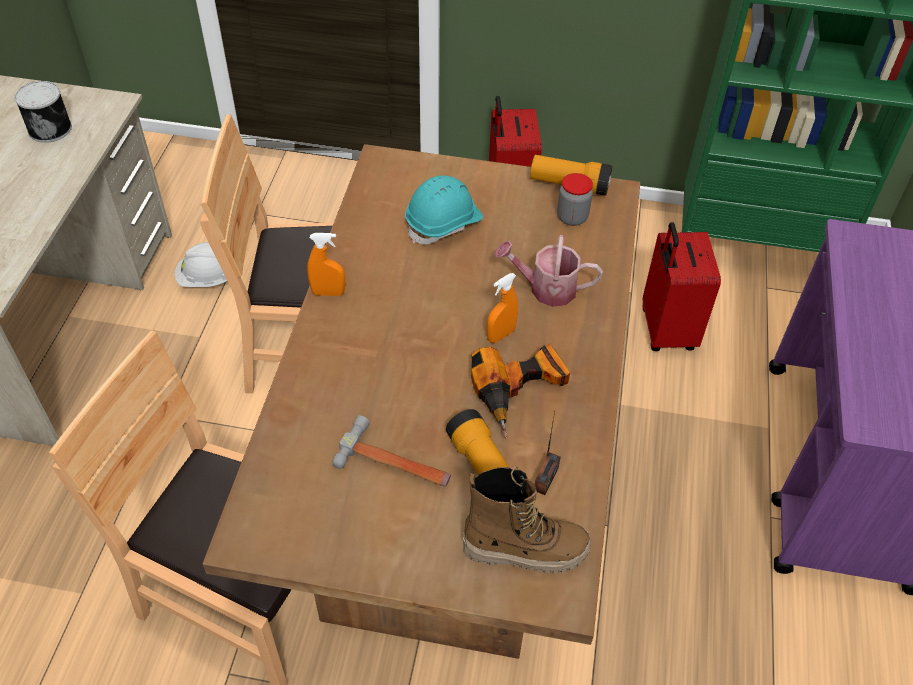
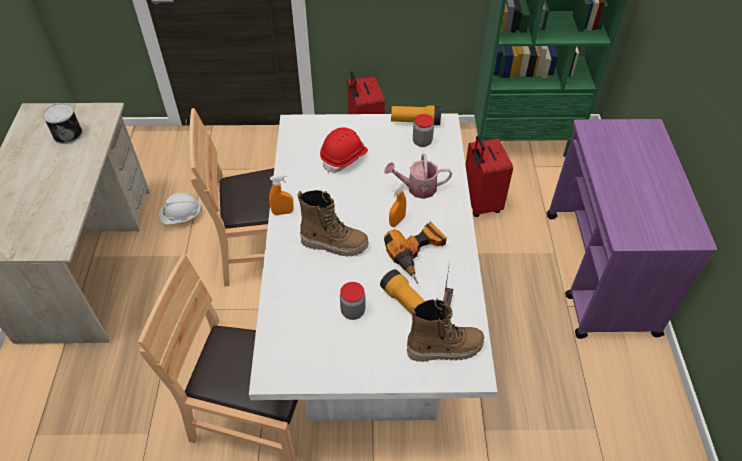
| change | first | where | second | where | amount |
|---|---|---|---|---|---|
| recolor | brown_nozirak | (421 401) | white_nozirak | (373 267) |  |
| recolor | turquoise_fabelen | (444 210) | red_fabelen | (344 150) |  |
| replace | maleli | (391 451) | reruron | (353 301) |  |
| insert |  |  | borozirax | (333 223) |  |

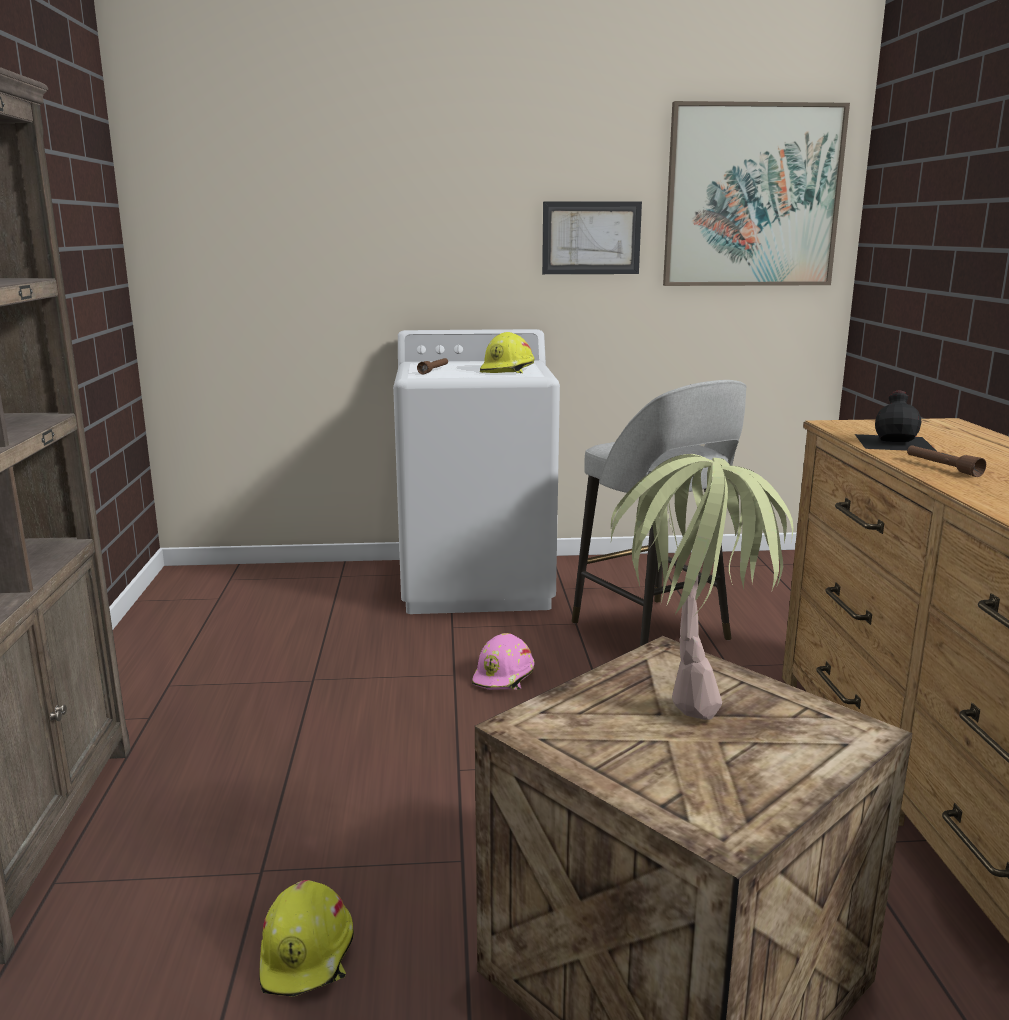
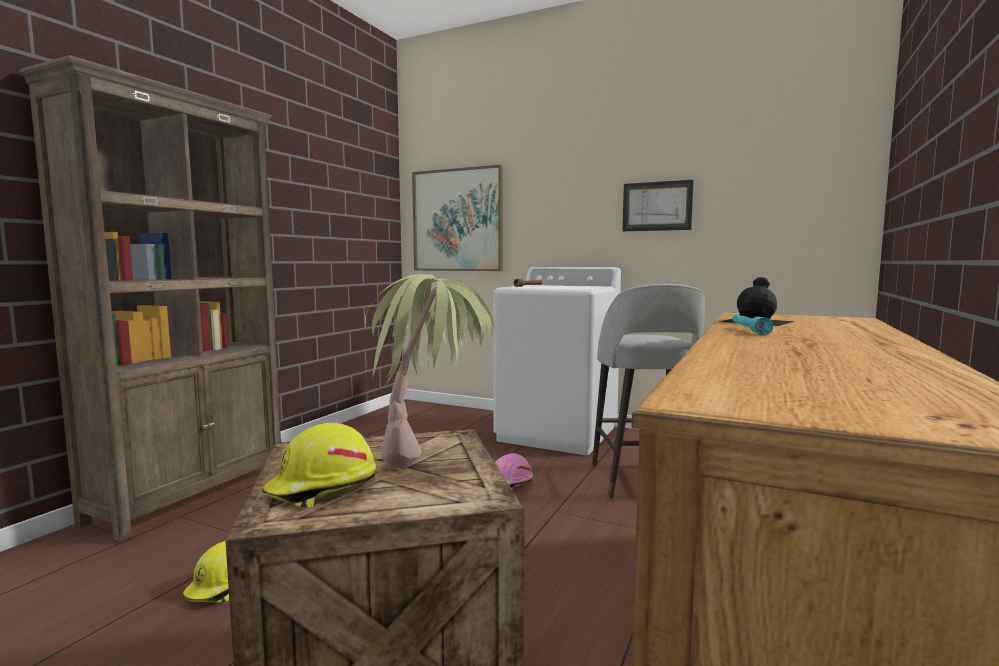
| change | first | where | second | where | amount |
|---|---|---|---|---|---|
| move | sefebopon | (756 193) |  | (457 218) |  |
| move | yellow_fabelen | (507 352) |  | (319 465) |  |
| recolor | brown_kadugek | (946 461) | turquoise_kadugek | (752 325) |  |

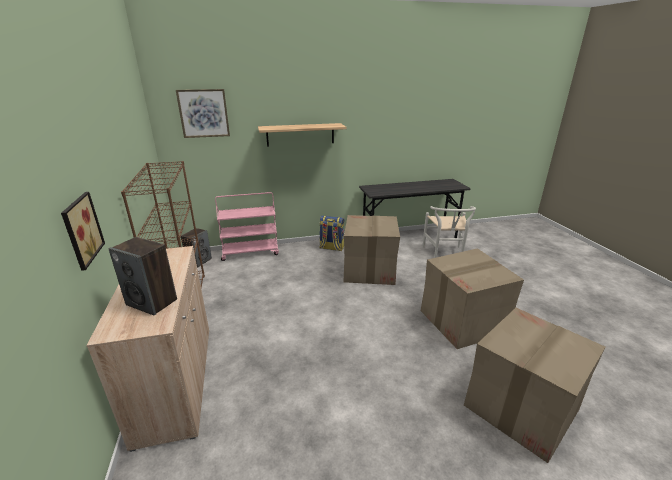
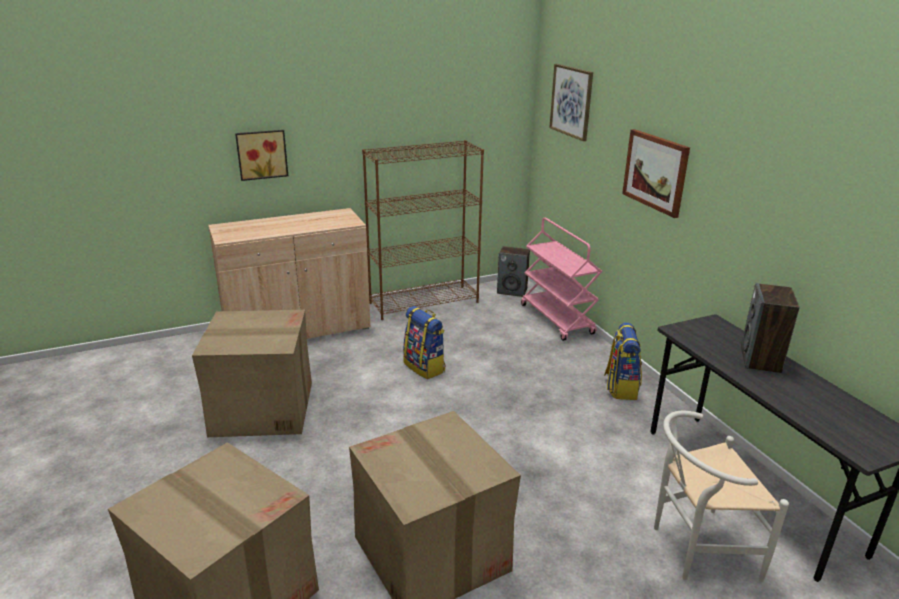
| change | first | where | second | where | amount |
|---|---|---|---|---|---|
| replace | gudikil | (302 135) | sefebopon | (656 173) |  |
| move | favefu | (372 250) |  | (252 373) |  |
| move | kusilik | (142 276) |  | (770 328) |  |
| insert |  |  | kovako | (424 342) |  |

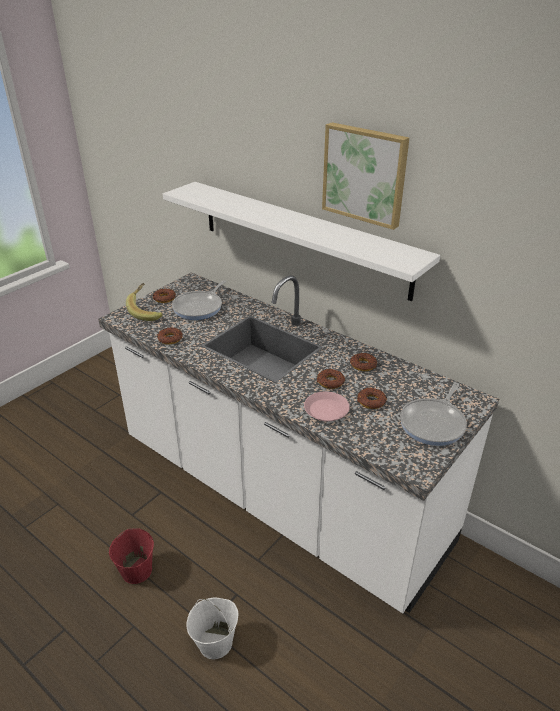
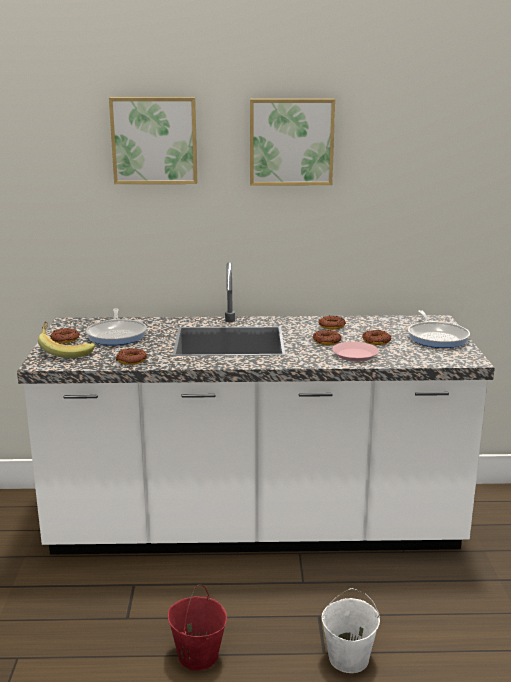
| change | first | where | second | where | amount |
|---|---|---|---|---|---|
| delete | white_gudikil | (301 241) |  |  |  |
| insert |  |  | sefebopon | (153 140) |  |

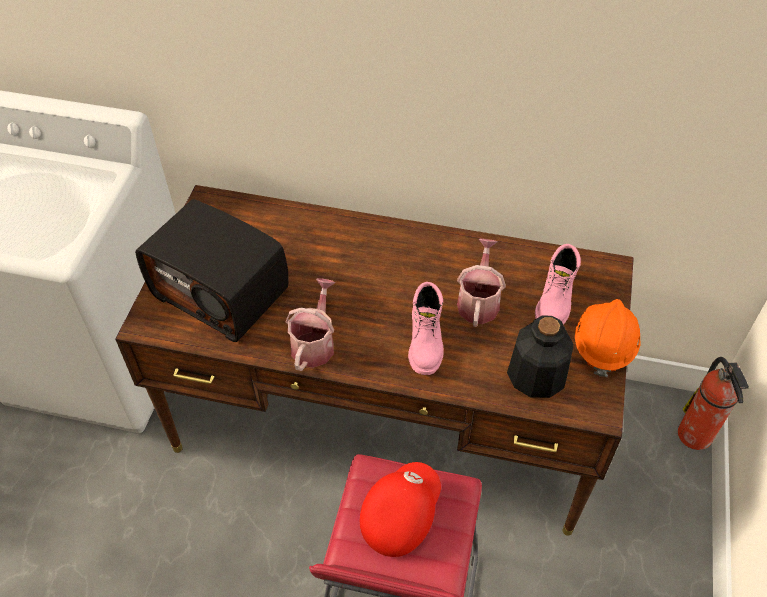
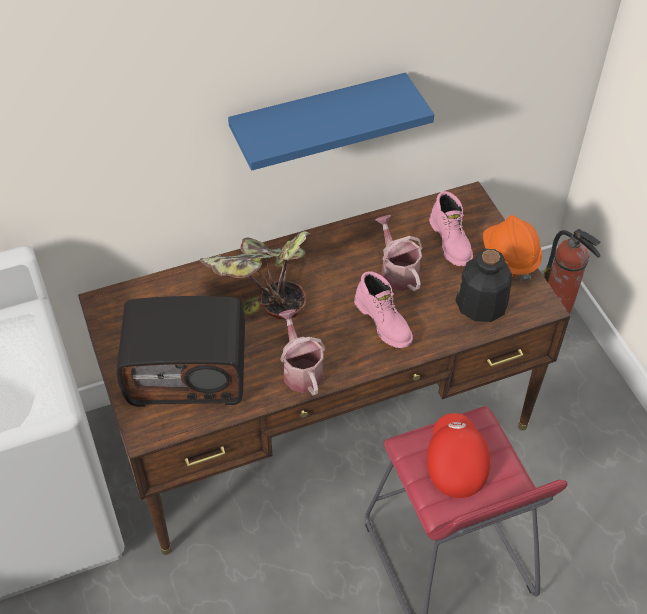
| change | first | where | second | where | amount |
|---|---|---|---|---|---|
| insert |  |  | blue_gudikil | (331 122) |  |
| insert |  |  | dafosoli | (255 275) |  |

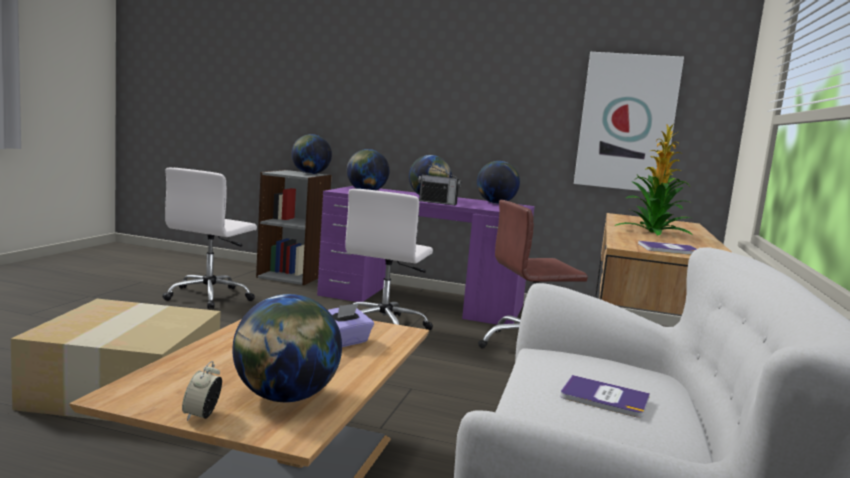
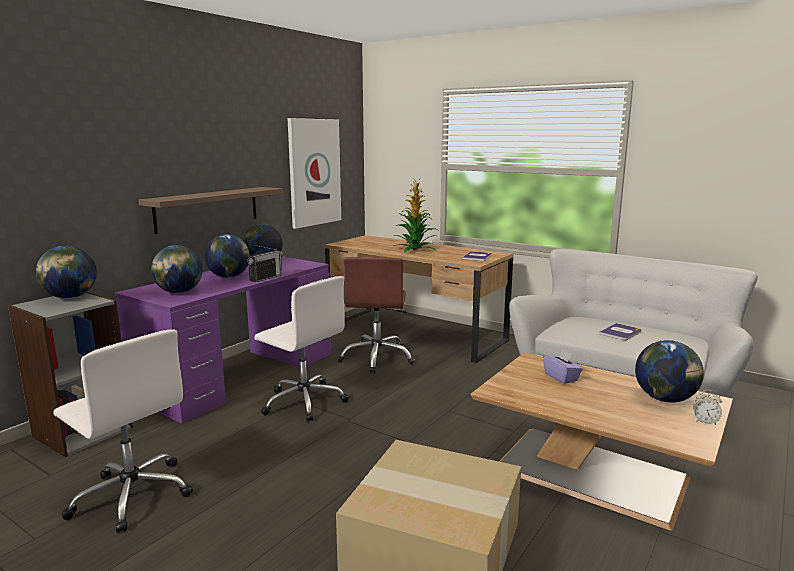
| change | first | where | second | where | amount |
|---|---|---|---|---|---|
| insert |  |  | gudikil | (210 210) |  |

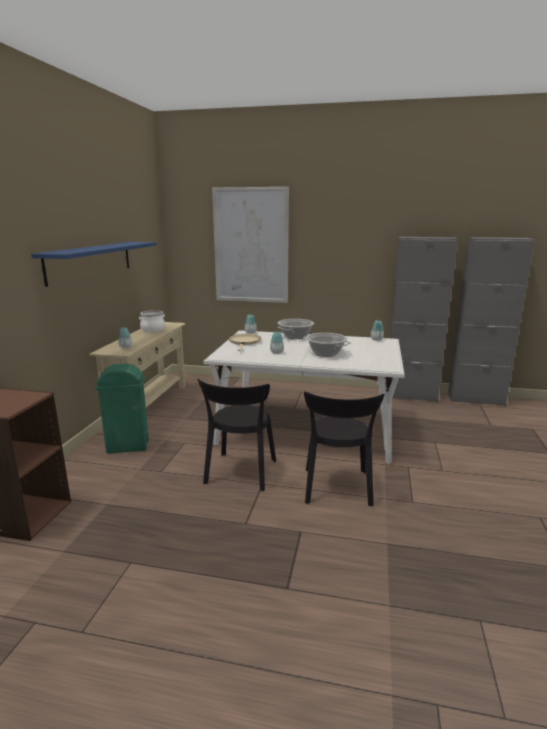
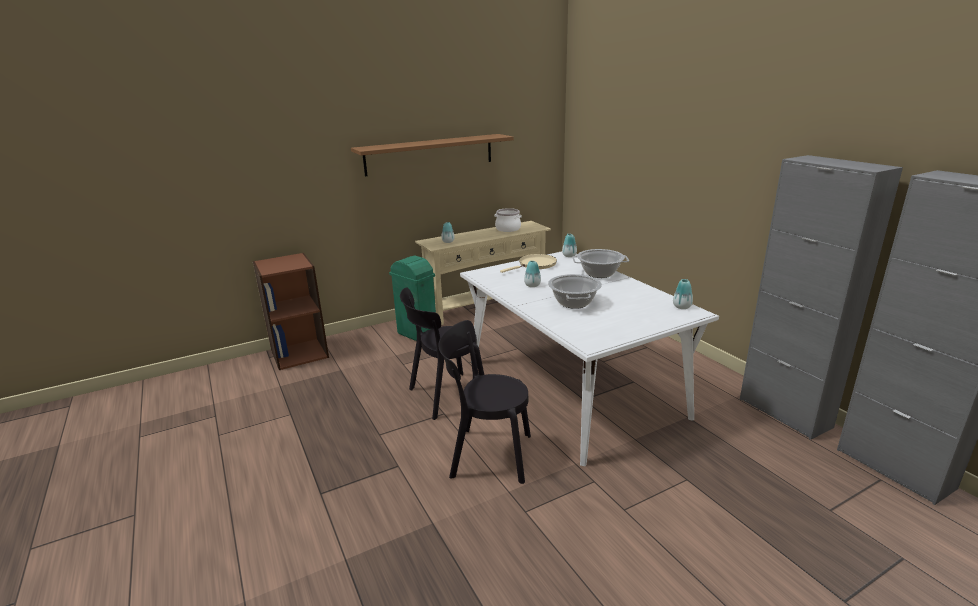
| change | first | where | second | where | amount |
|---|---|---|---|---|---|
| delete | sefebopon | (250 245) |  |  |  |
| recolor | blue_gudikil | (94 264) | brown_gudikil | (432 155) |  |
| rotate | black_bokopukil | (344 448) |  | (484 402) | 45 degrees clockwise |

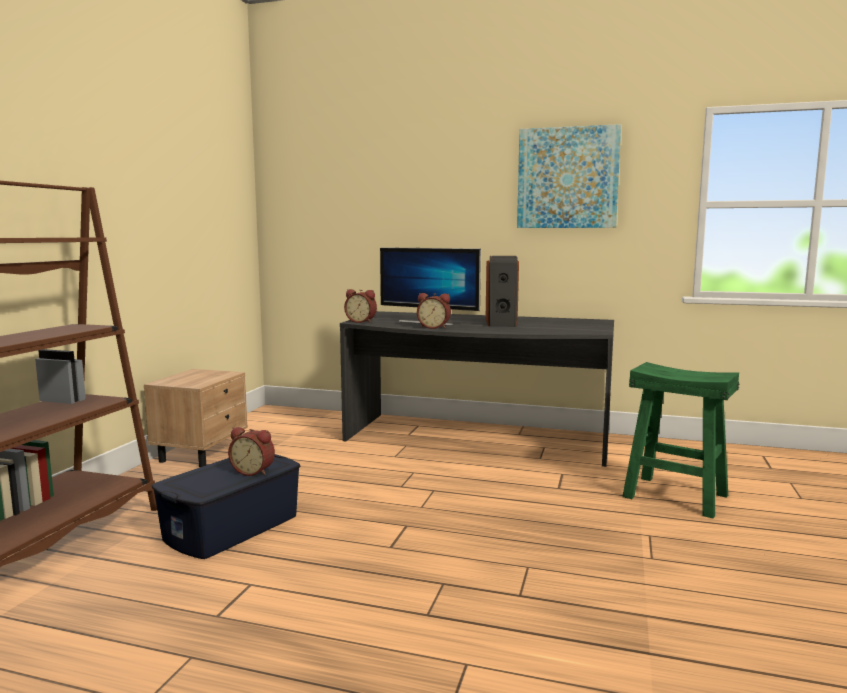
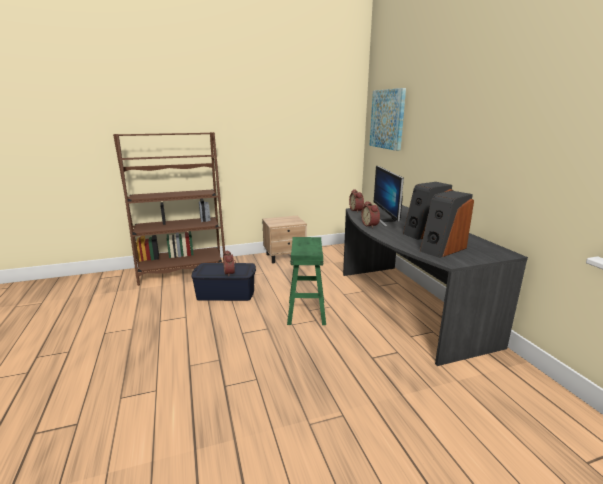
| change | first | where | second | where | amount |
|---|---|---|---|---|---|
| move | sefebopon | (569 176) |  | (388 119) |  |
| move | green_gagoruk | (680 440) |  | (306 281) |  |
| insert |  |  | kusilik | (447 224) |  |

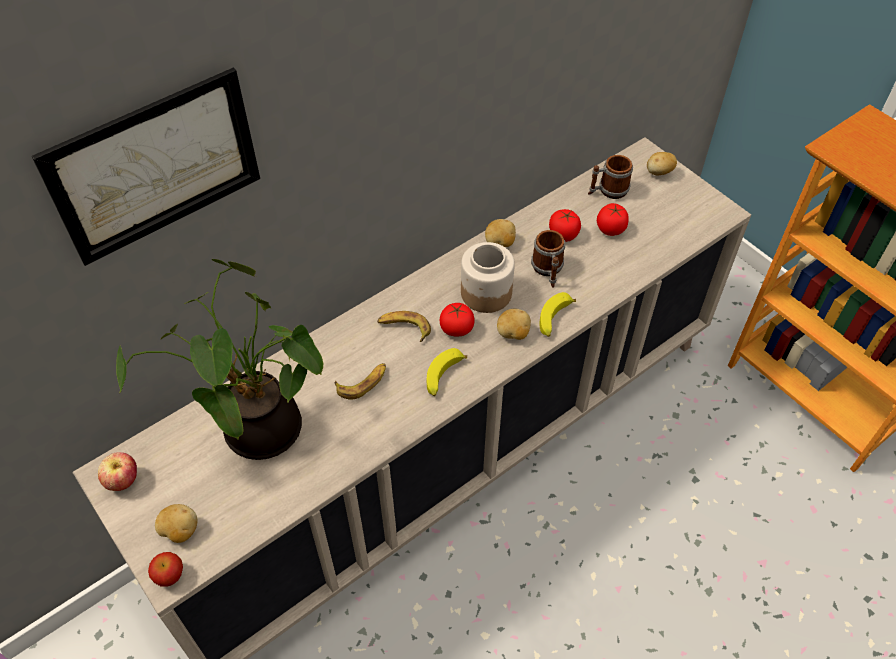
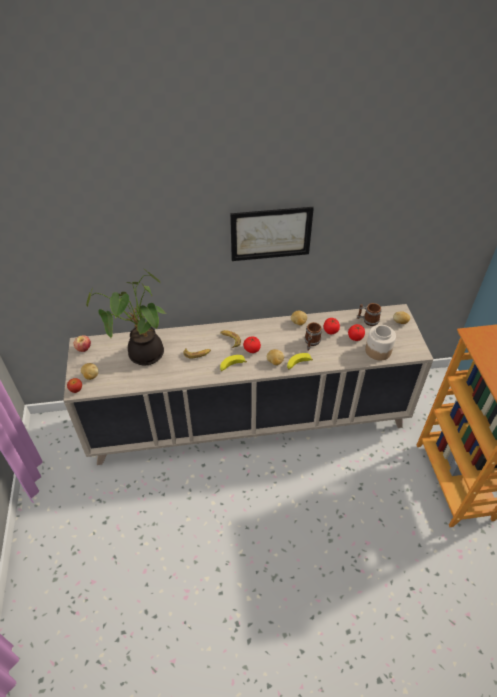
| change | first | where | second | where | amount |
|---|---|---|---|---|---|
| move | sefebopon | (146 166) |  | (272 234) |  |
| move | reruron | (488 277) |  | (380 342) |  |

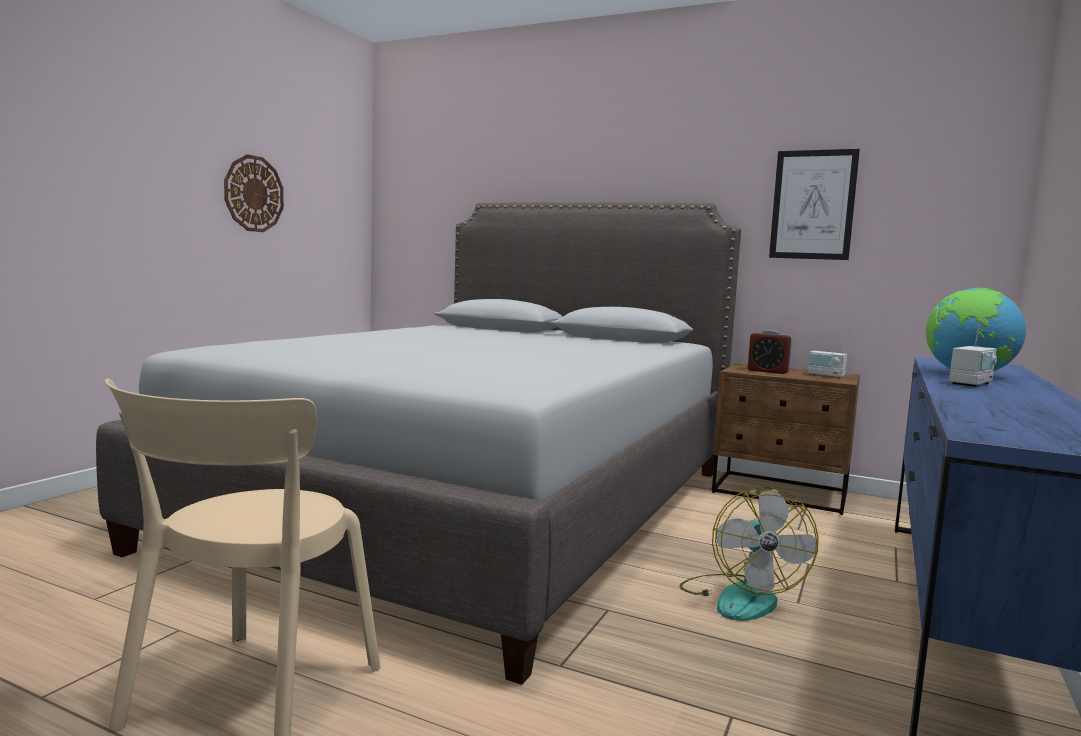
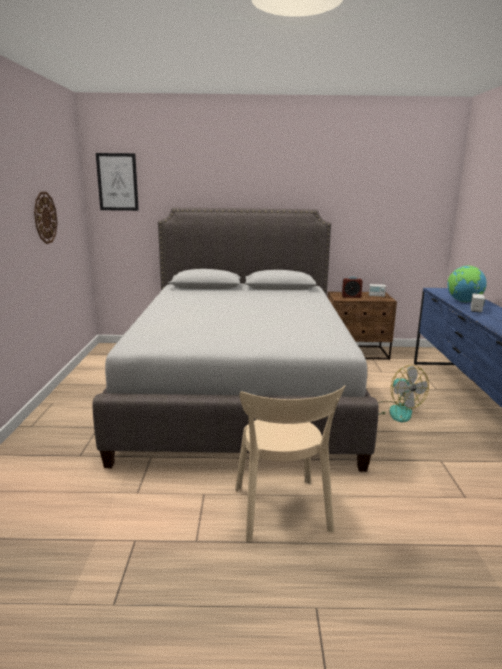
| change | first | where | second | where | amount |
|---|---|---|---|---|---|
| move | sefebopon | (814 204) |  | (117 182) |  |

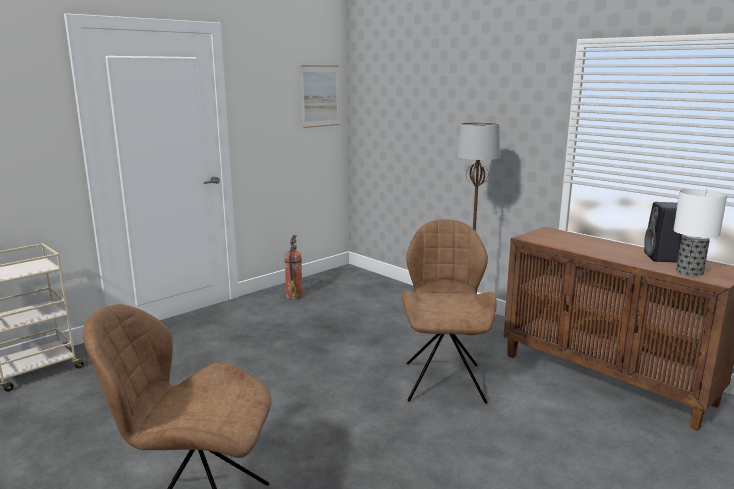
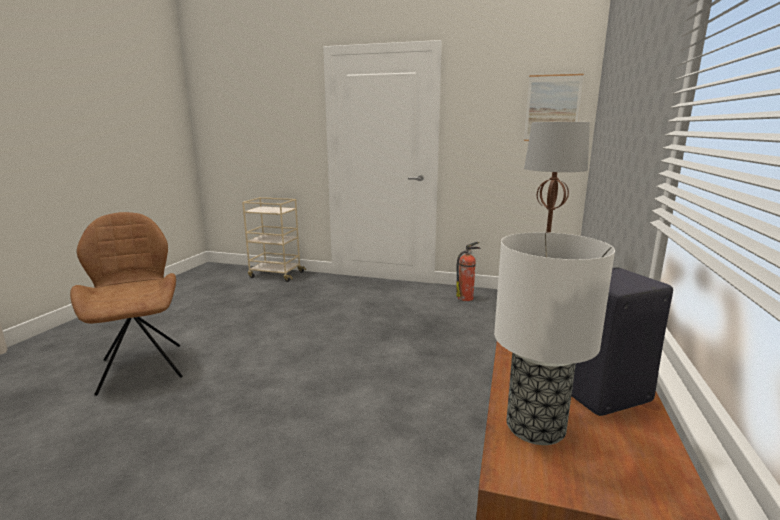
| change | first | where | second | where | amount |
|---|---|---|---|---|---|
| delete | brown_bokopukil | (449 311) |  |  |  |

